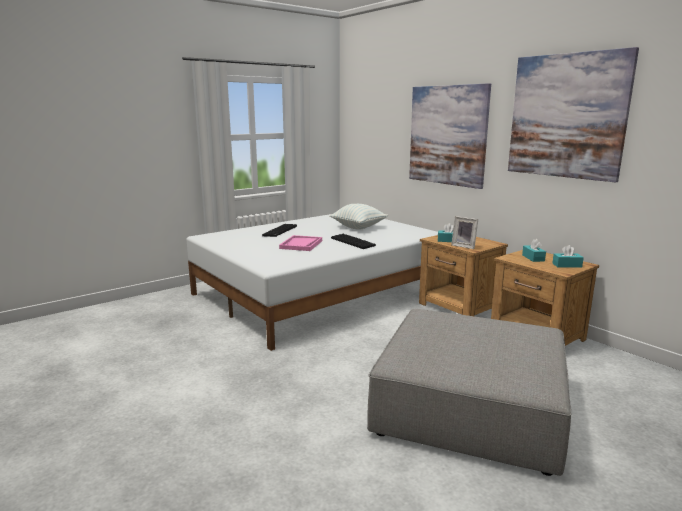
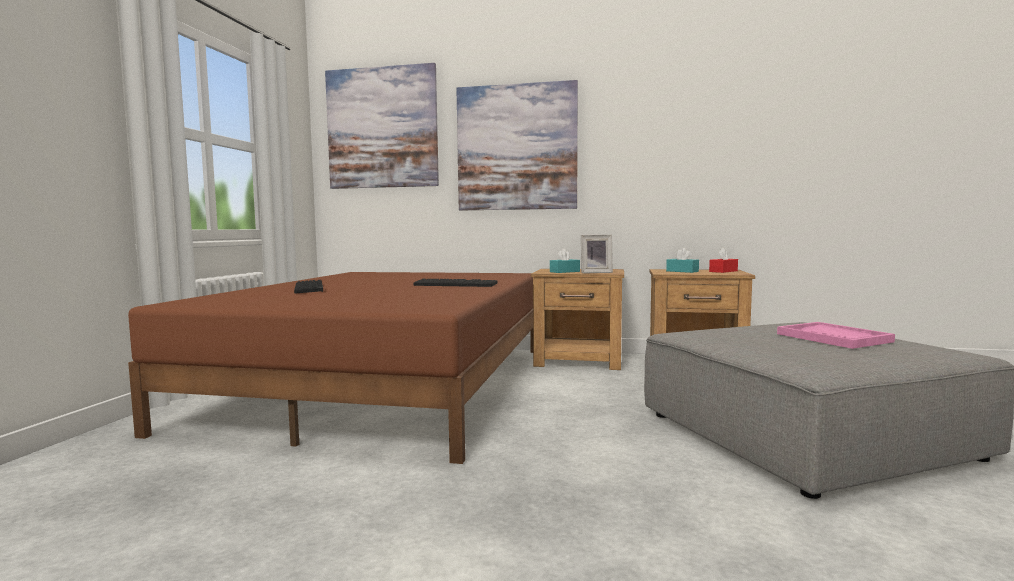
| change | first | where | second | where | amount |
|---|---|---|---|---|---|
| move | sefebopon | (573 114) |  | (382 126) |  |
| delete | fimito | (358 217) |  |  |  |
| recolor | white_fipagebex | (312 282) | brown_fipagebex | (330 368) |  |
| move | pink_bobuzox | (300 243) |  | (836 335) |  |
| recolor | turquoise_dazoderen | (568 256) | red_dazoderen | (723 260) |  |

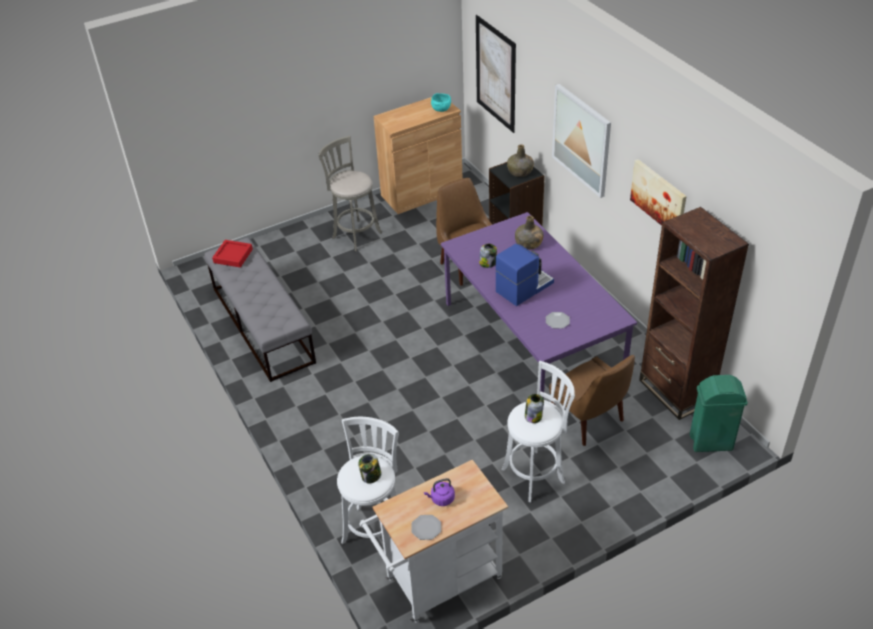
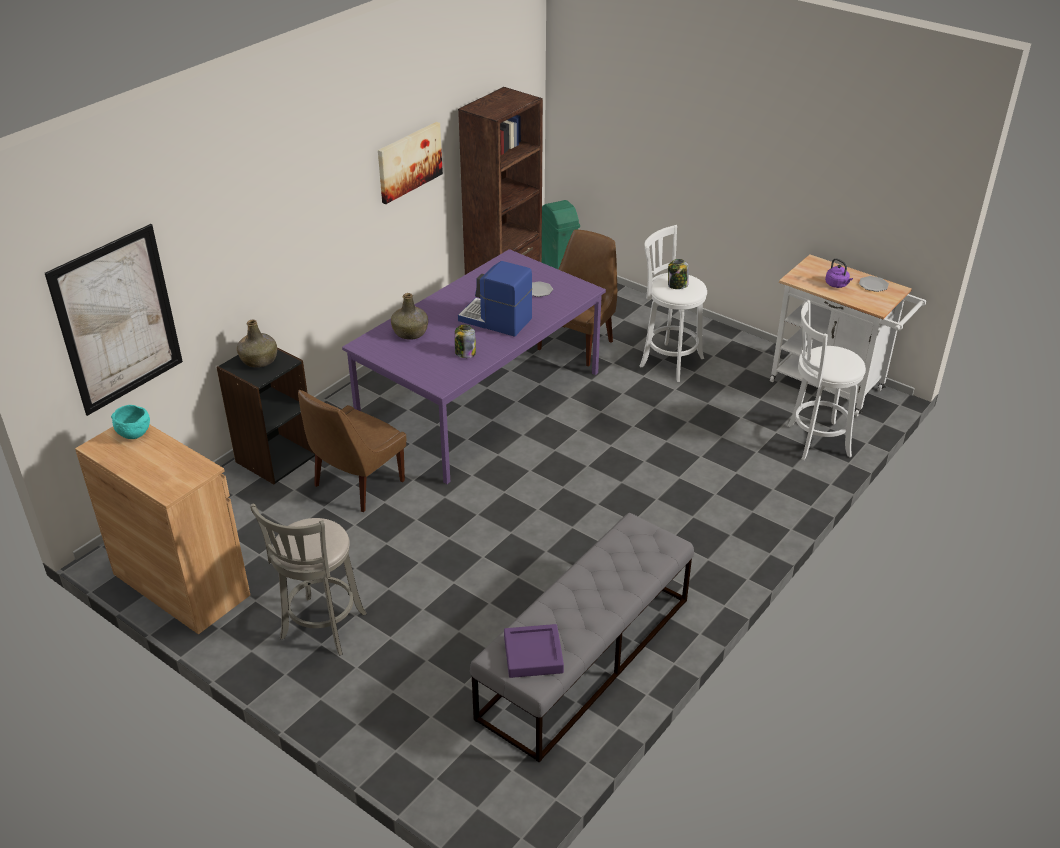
| change | first | where | second | where | amount |
|---|---|---|---|---|---|
| delete | sefebopon | (581 141) |  |  |  |
| recolor | red_bobuzox | (232 253) | purple_bobuzox | (534 651) |  |
| delete | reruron | (370 468) |  |  |  |

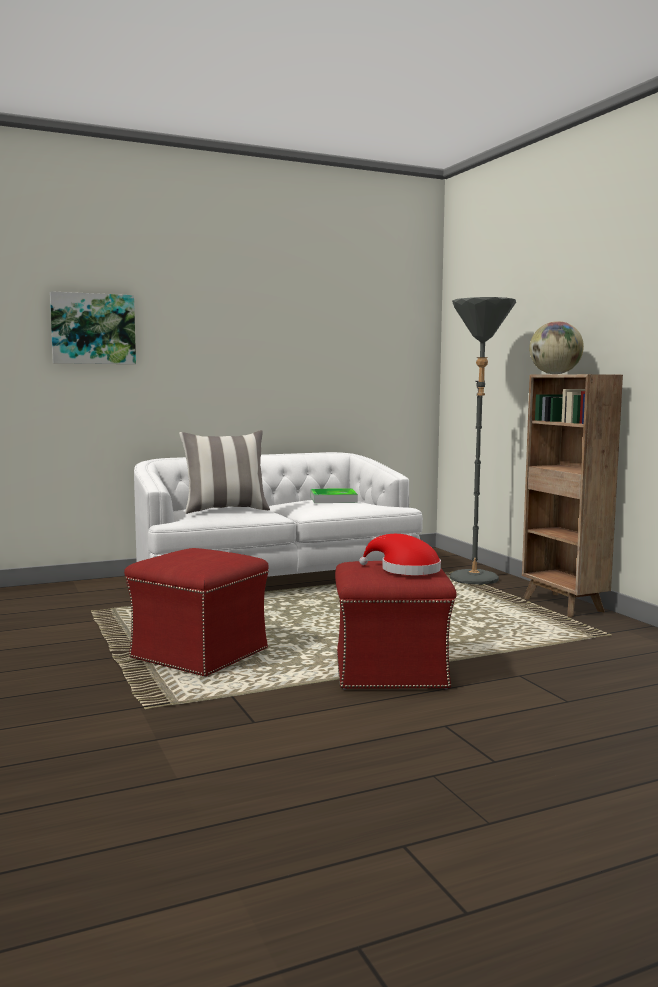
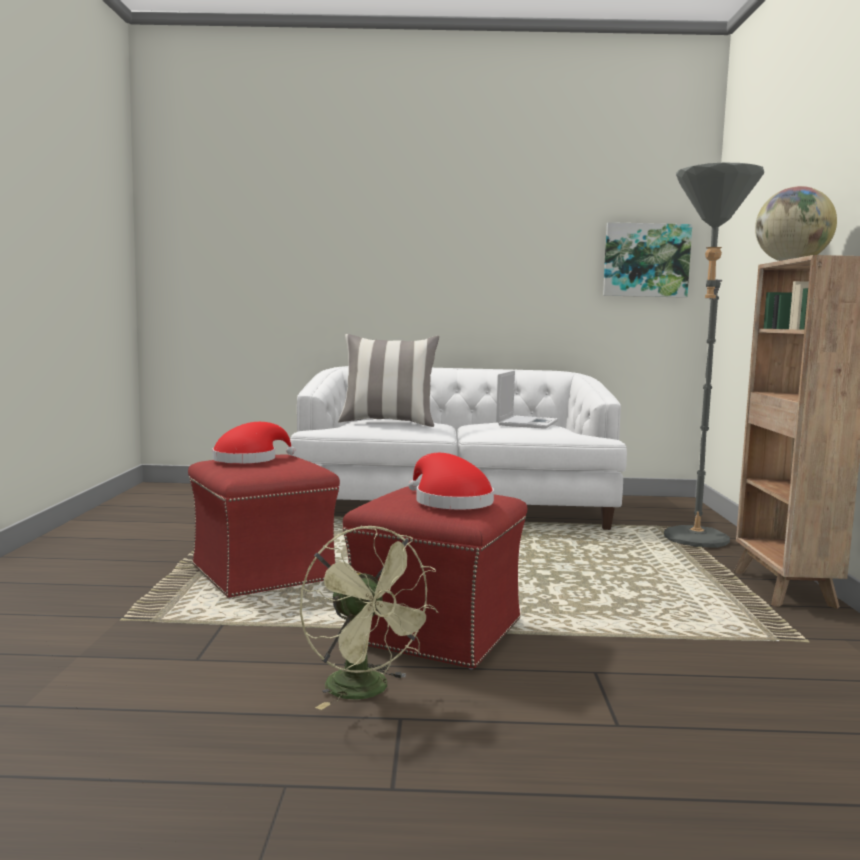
| change | first | where | second | where | amount |
|---|---|---|---|---|---|
| move | sefebopon | (93 327) |  | (647 260) |  |
| replace | bobuzox | (334 495) | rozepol | (527 399) |  |
| insert |  |  | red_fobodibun | (253 442) |  |
| insert |  |  | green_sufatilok | (369 617) |  |

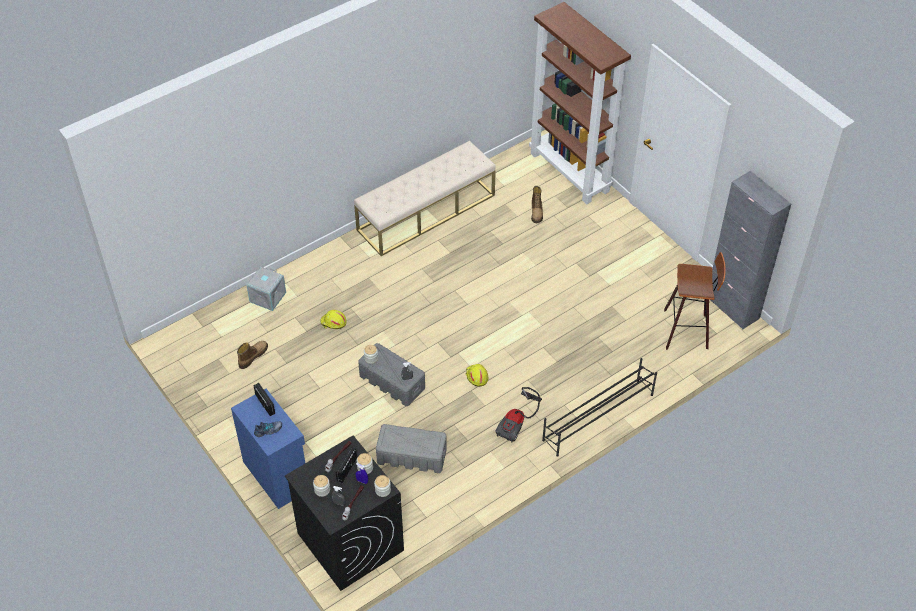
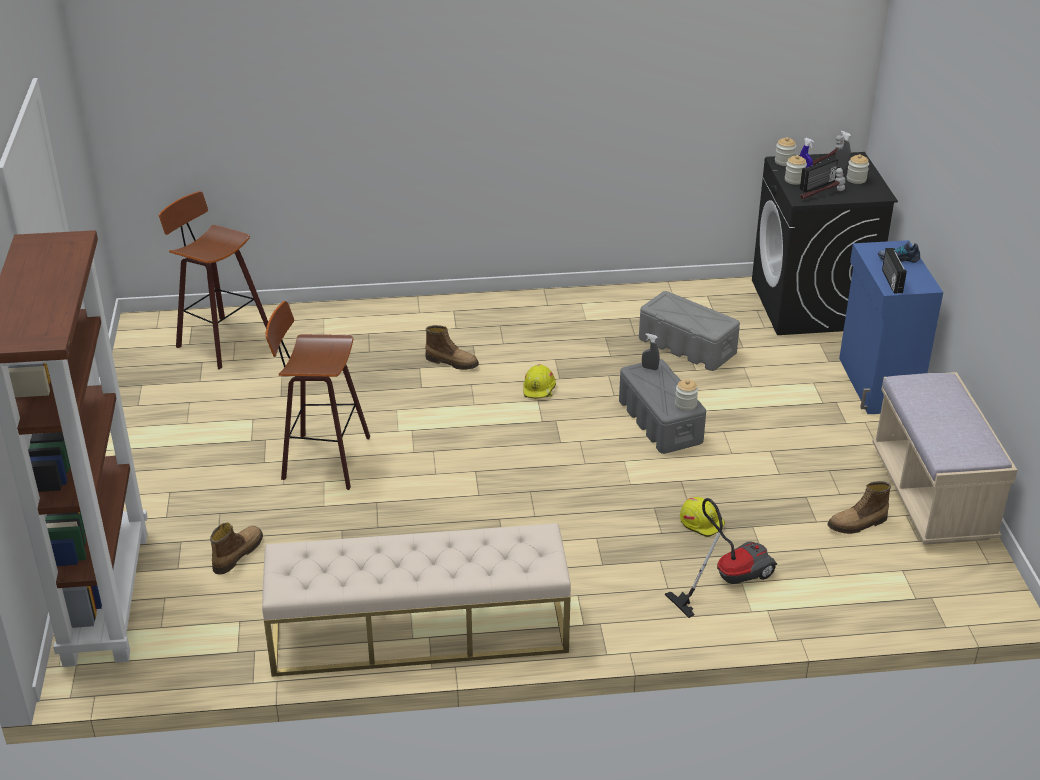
| change | first | where | second | where | amount |
|---|---|---|---|---|---|
| delete | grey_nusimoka | (751 250) |  |  |  |
| delete | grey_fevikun | (266 288) |  |  |  |
| delete | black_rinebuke | (599 407) |  |  |  |
| move | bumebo | (518 415) |  | (720 558) |  |
| insert |  |  | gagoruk | (317 395) |  |
| insert |  |  | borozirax | (452 347) |  |
| insert |  |  | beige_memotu | (944 458) |  |

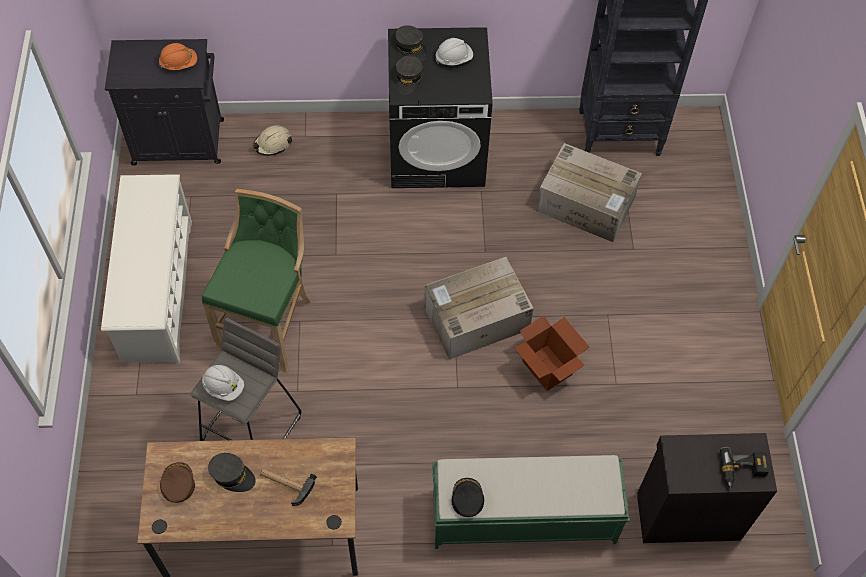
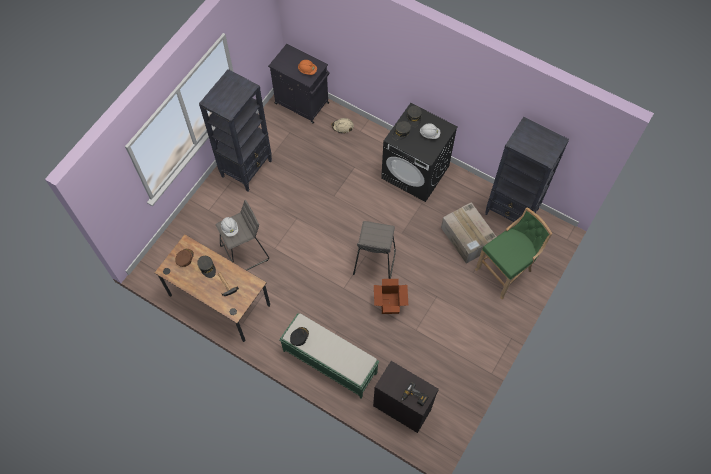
| change | first | where | second | where | amount |
|---|---|---|---|---|---|
| replace | white_rinebuke | (146 269) | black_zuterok | (235 130) |  |
| move | green_gagoruk | (256 281) |  | (514 253) |  |
| replace | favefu | (479 308) | grey_gagoruk | (374 250) |  |

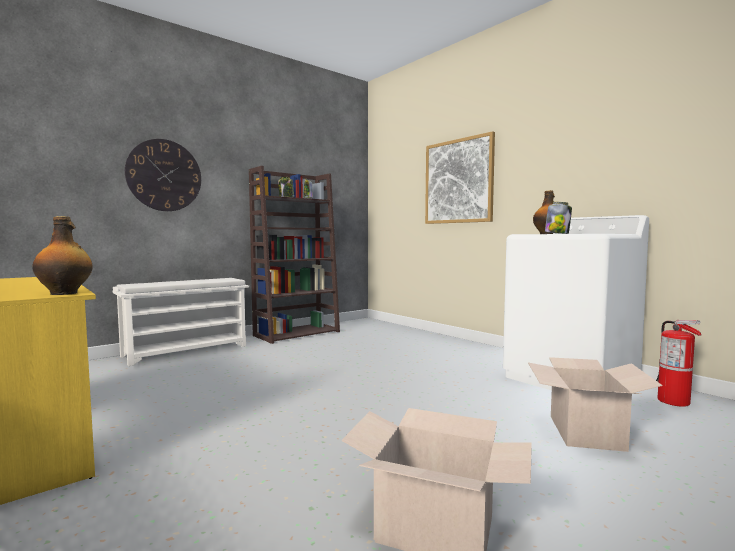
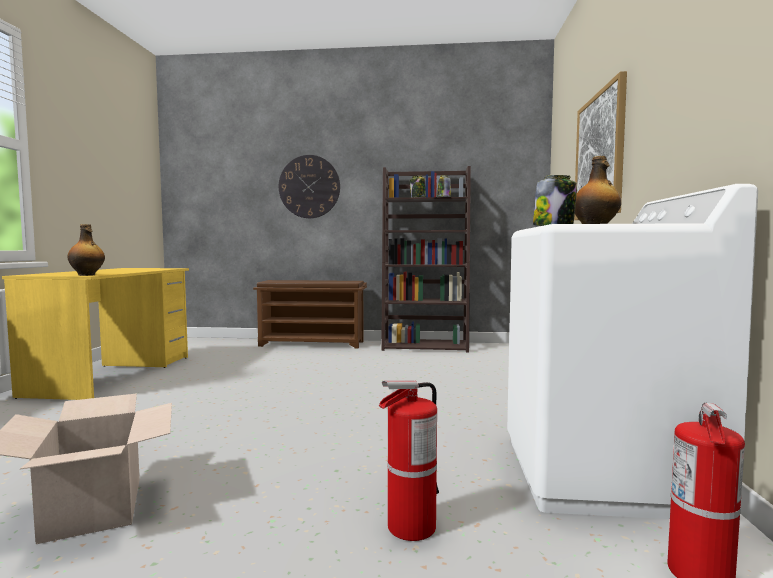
| change | first | where | second | where | amount |
|---|---|---|---|---|---|
| recolor | white_rinebuke | (181 322) | brown_rinebuke | (310 314) |  |
| replace | favefu | (595 404) | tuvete | (409 460) |  |

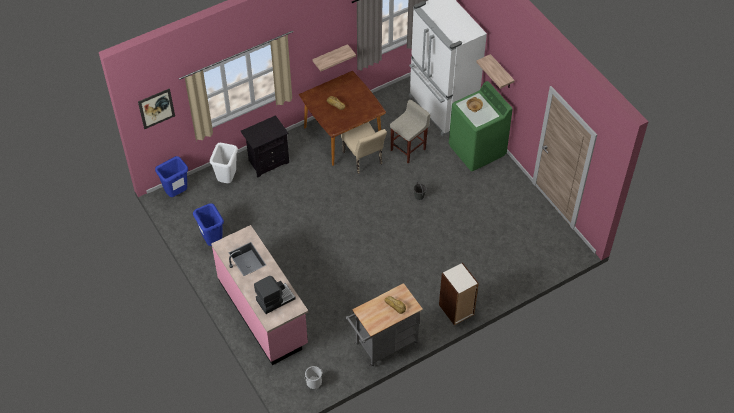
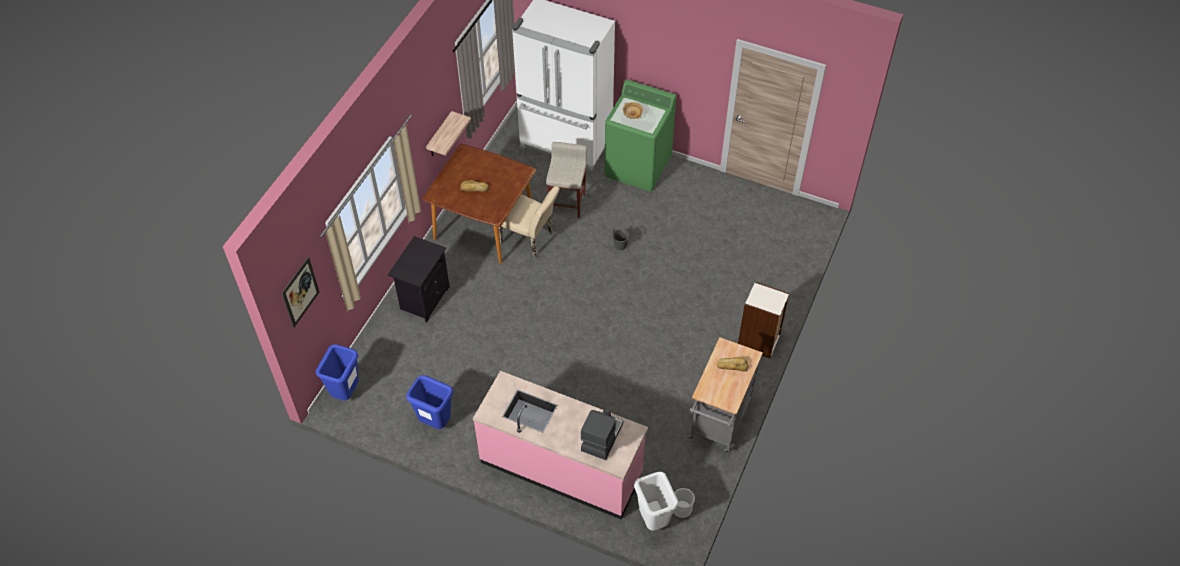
| change | first | where | second | where | amount |
|---|---|---|---|---|---|
| delete | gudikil | (495 71) |  |  |  |
| move | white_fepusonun | (223 163) |  | (656 501) |  |

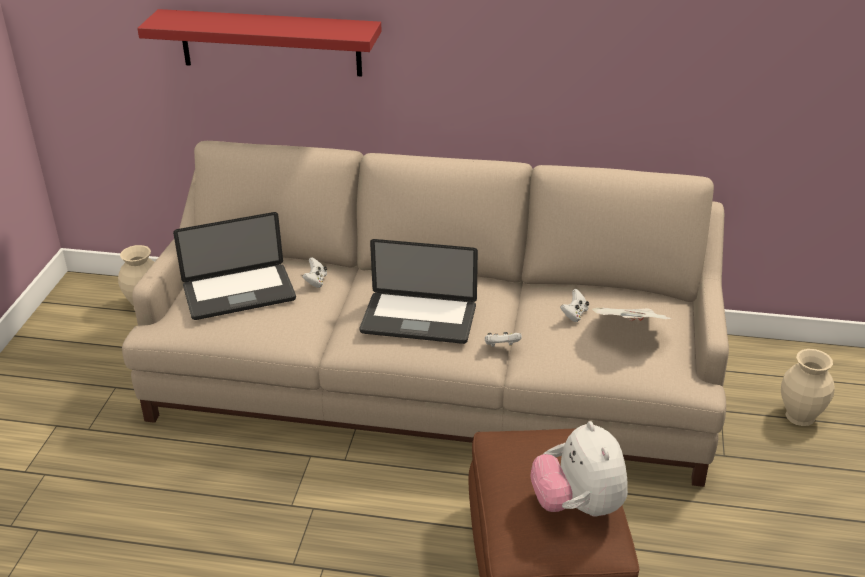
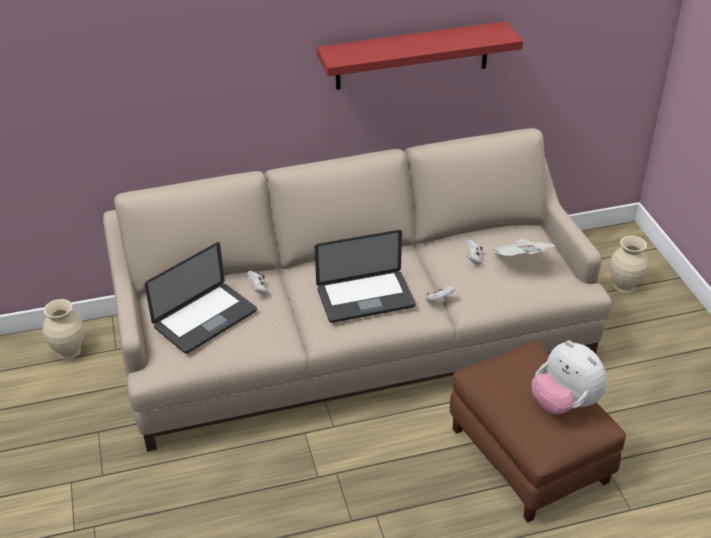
| change | first | where | second | where | amount |
|---|---|---|---|---|---|
| move | red_gudikil | (259 43) |  | (420 55) |  |

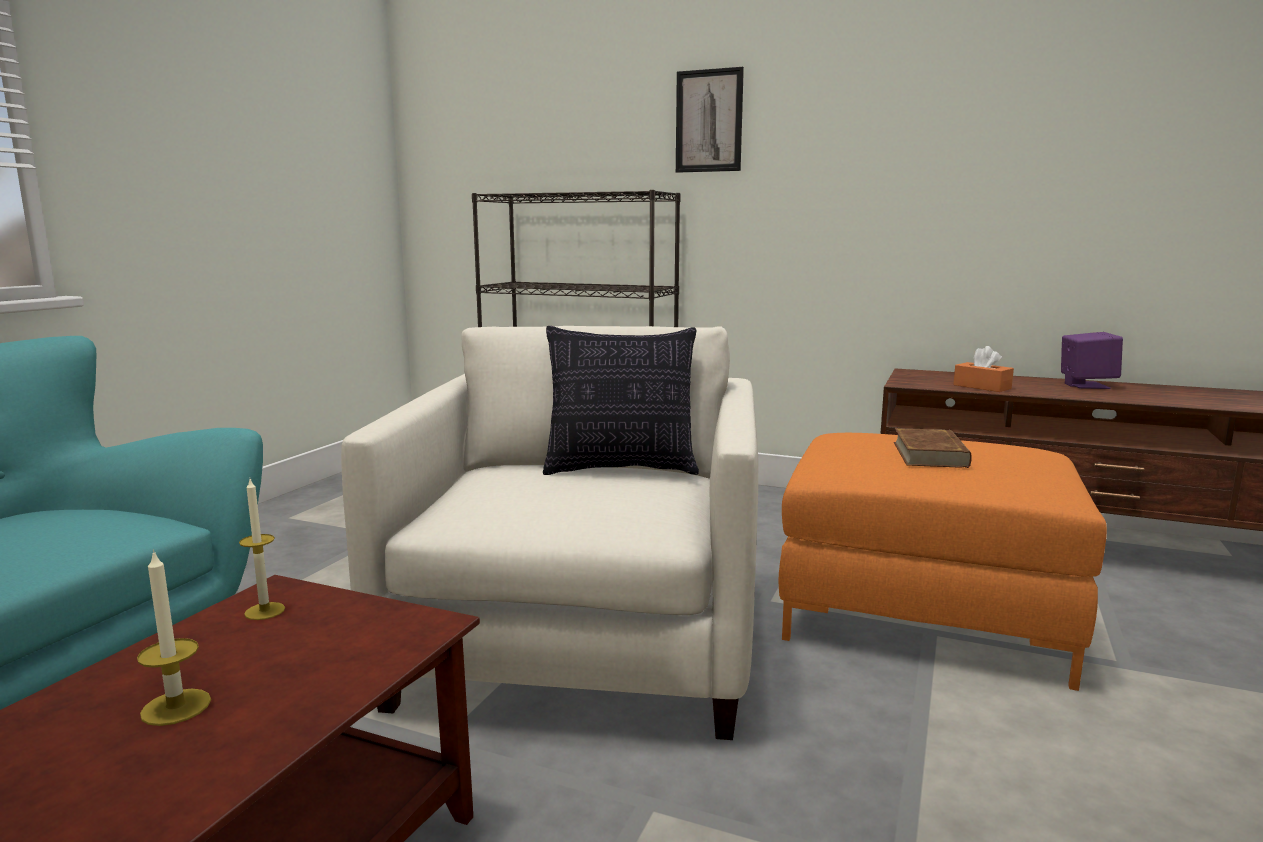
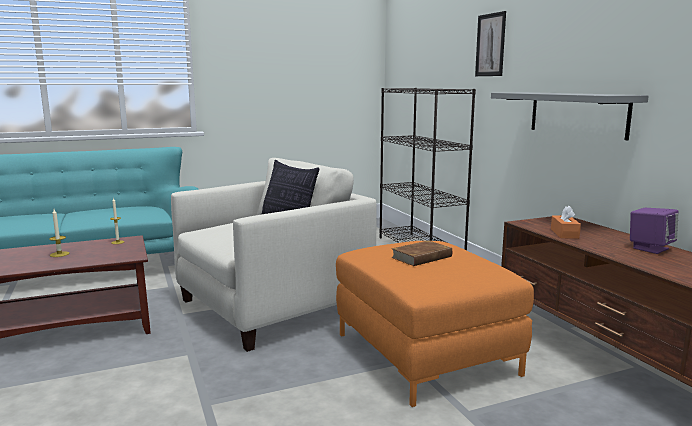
| change | first | where | second | where | amount |
|---|---|---|---|---|---|
| insert |  |  | grey_gudikil | (570 116) |  |

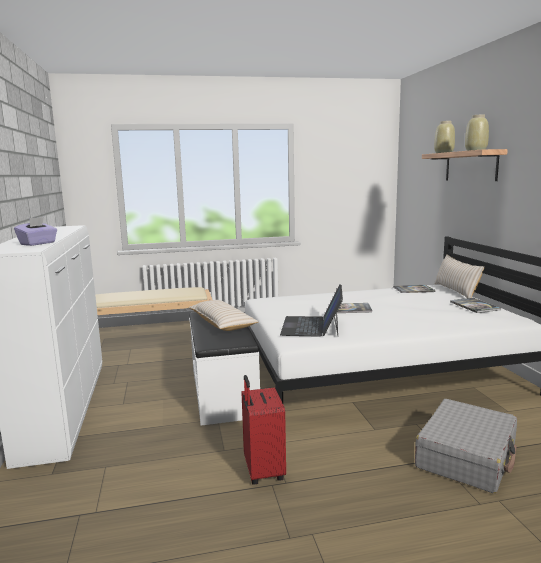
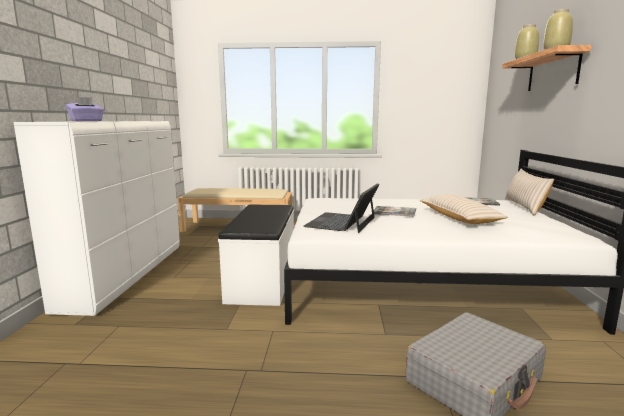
| change | first | where | second | where | amount |
|---|---|---|---|---|---|
| delete | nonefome | (475 305) |  |  |  |
| move | beige_fimito | (224 315) |  | (464 209) |  |
| delete | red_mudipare | (263 430) |  |  |  |

